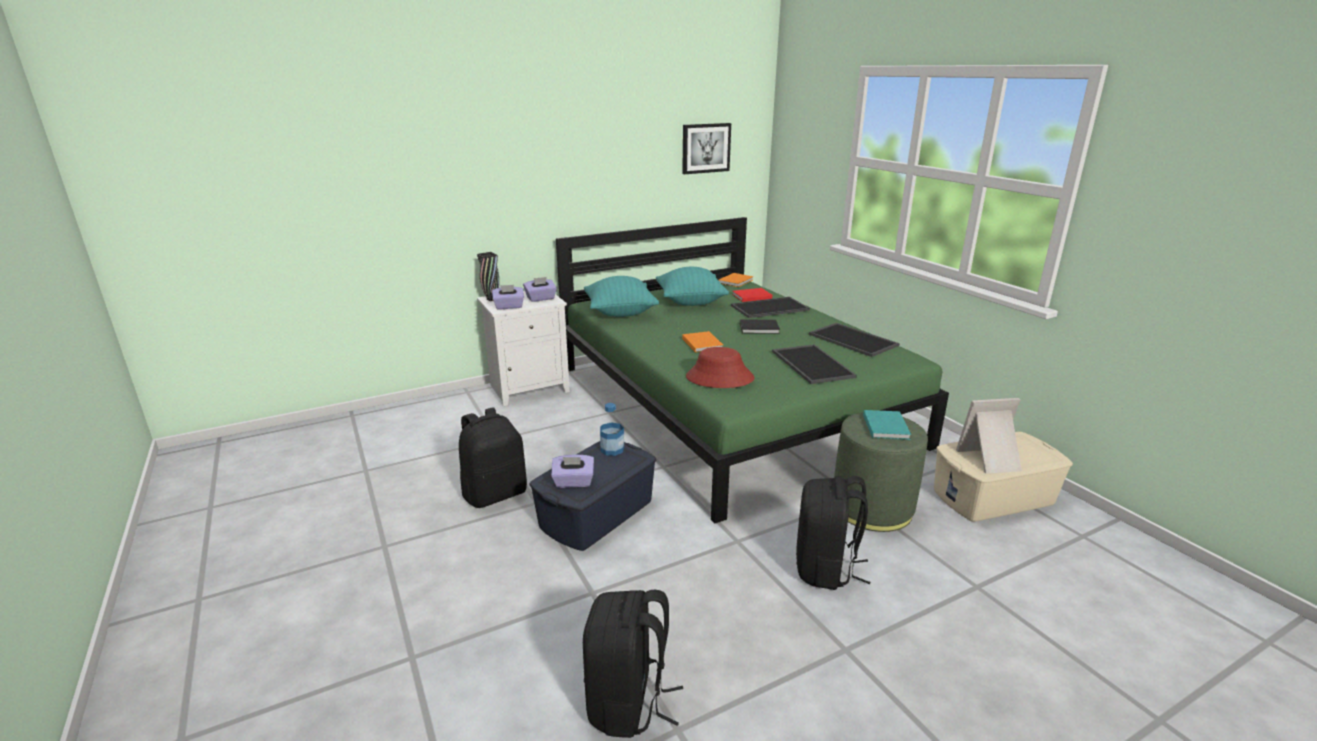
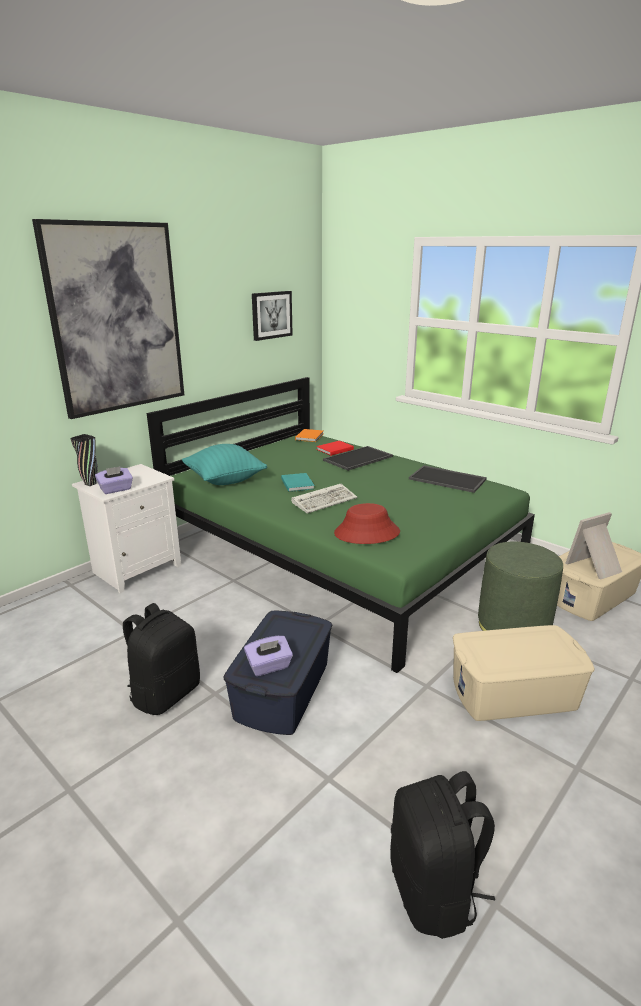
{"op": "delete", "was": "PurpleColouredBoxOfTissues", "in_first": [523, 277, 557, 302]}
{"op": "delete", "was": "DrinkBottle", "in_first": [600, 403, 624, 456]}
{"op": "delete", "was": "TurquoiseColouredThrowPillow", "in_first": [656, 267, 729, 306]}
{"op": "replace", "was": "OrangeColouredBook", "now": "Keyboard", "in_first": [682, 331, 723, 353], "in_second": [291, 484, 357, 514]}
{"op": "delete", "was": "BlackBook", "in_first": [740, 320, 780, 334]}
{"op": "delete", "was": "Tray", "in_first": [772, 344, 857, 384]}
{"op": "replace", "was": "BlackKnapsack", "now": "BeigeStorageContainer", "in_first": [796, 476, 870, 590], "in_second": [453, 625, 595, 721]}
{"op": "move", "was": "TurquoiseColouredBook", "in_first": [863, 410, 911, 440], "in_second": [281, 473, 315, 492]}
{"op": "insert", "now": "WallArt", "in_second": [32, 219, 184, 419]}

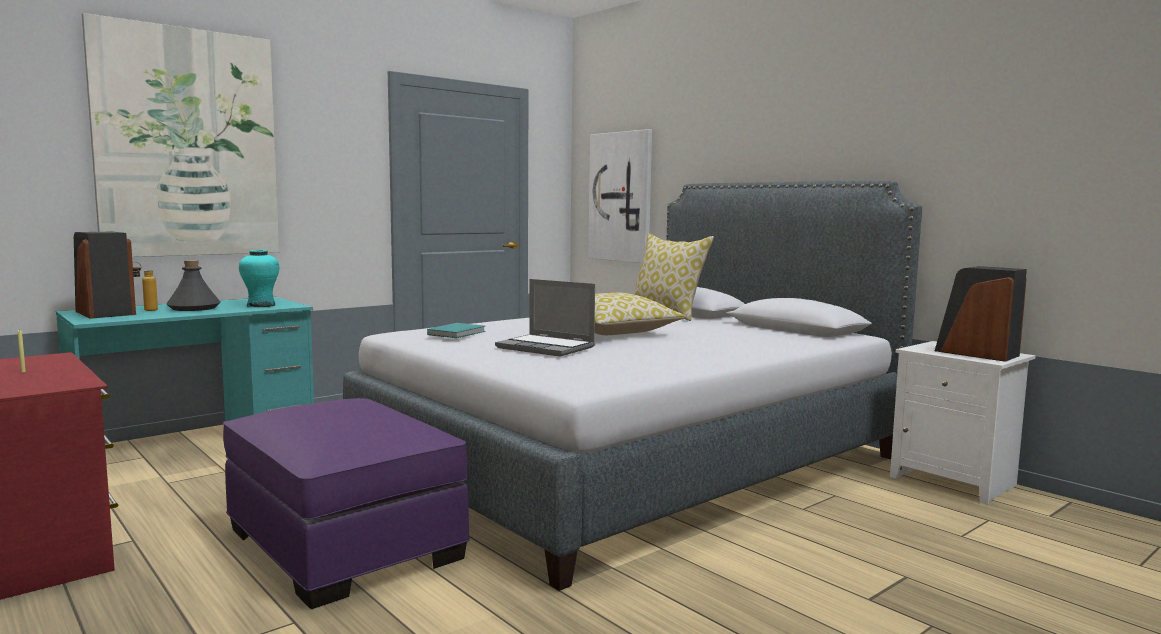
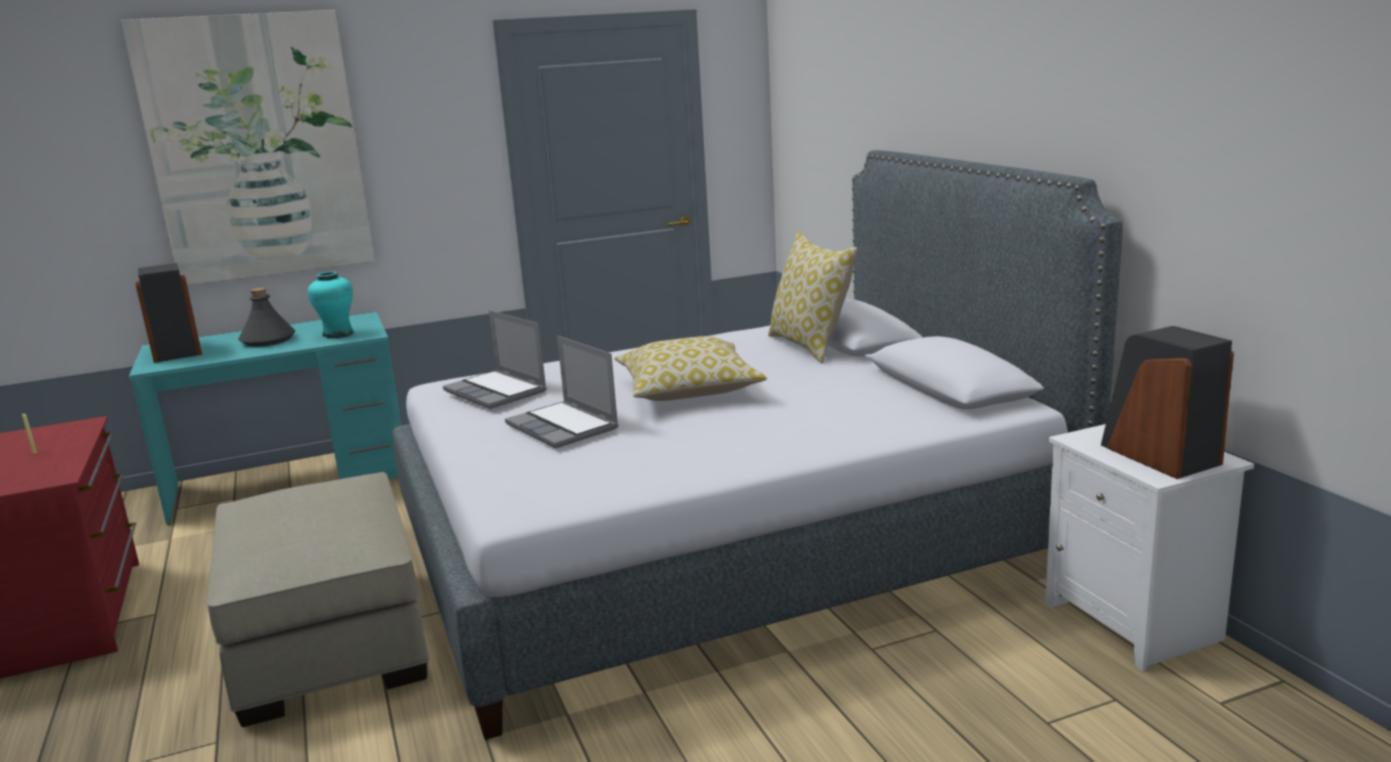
{"op": "delete", "was": "DrinkBottle", "in_first": [133, 262, 158, 311]}
{"op": "recolor", "was": "PurpleColouredPouffe", "now": "BeigePouffe", "in_first": [223, 398, 470, 609], "in_second": [206, 472, 430, 727]}
{"op": "replace", "was": "TurquoiseColouredBook", "now": "Laptop", "in_first": [427, 323, 486, 338], "in_second": [443, 310, 547, 409]}
{"op": "delete", "was": "WallArt", "in_first": [588, 129, 652, 263]}

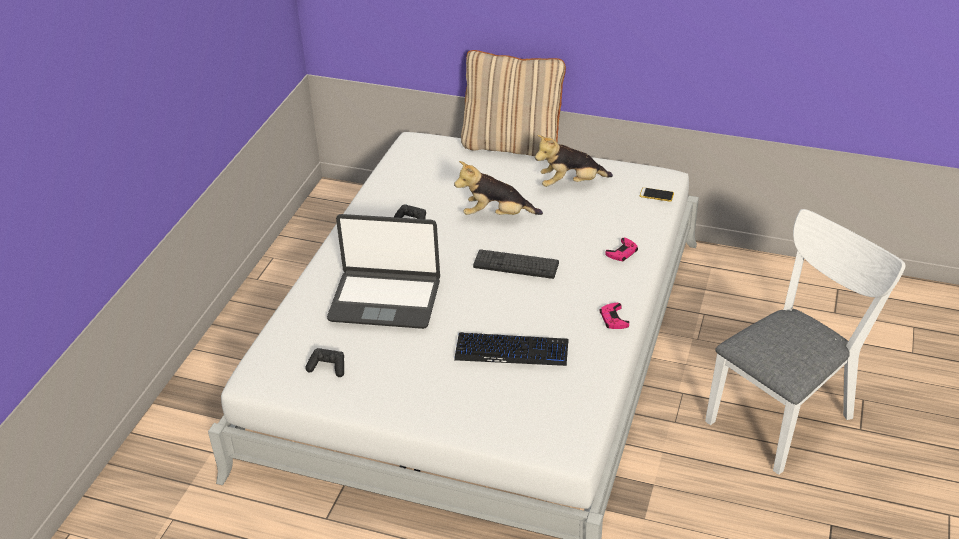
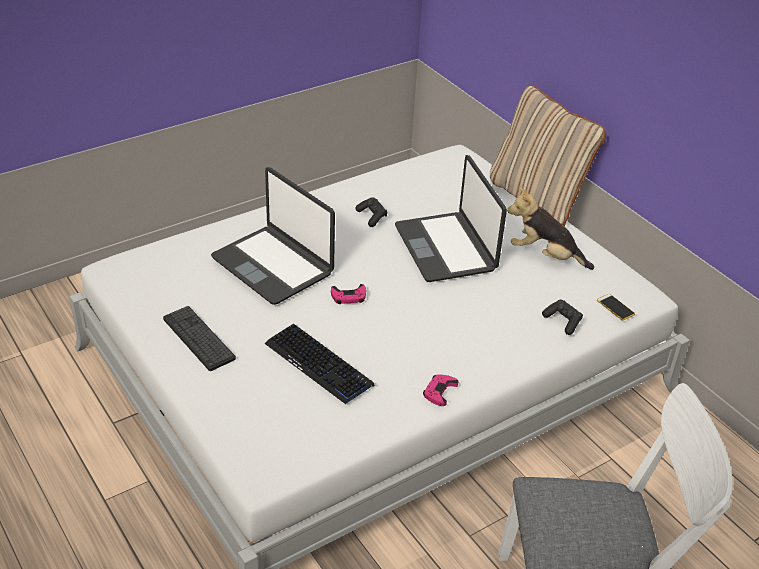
{"op": "move", "was": "BlackGamepad", "in_first": [305, 348, 344, 377], "in_second": [542, 300, 583, 335]}
{"op": "replace", "was": "CuddlyToy", "now": "Laptop", "in_first": [454, 161, 543, 215], "in_second": [395, 155, 507, 282]}
{"op": "move", "was": "Keyboard", "in_first": [473, 249, 559, 279], "in_second": [163, 306, 236, 371]}
{"op": "move", "was": "PinkishGamepad", "in_first": [605, 238, 638, 261], "in_second": [331, 284, 366, 304]}

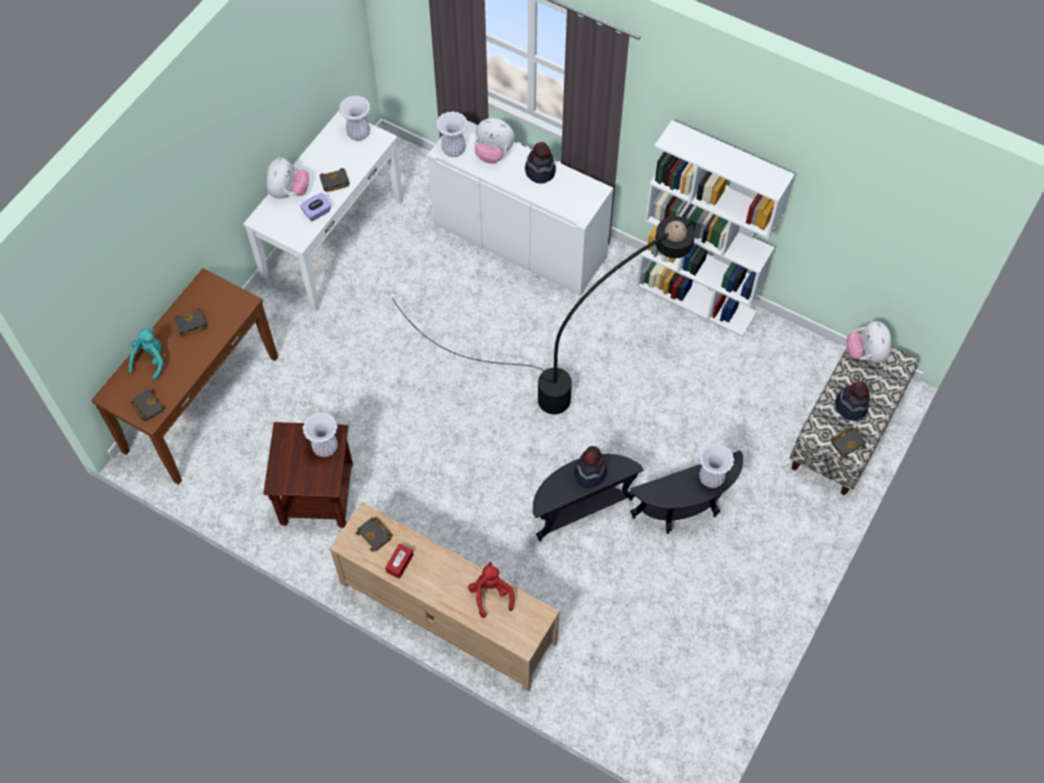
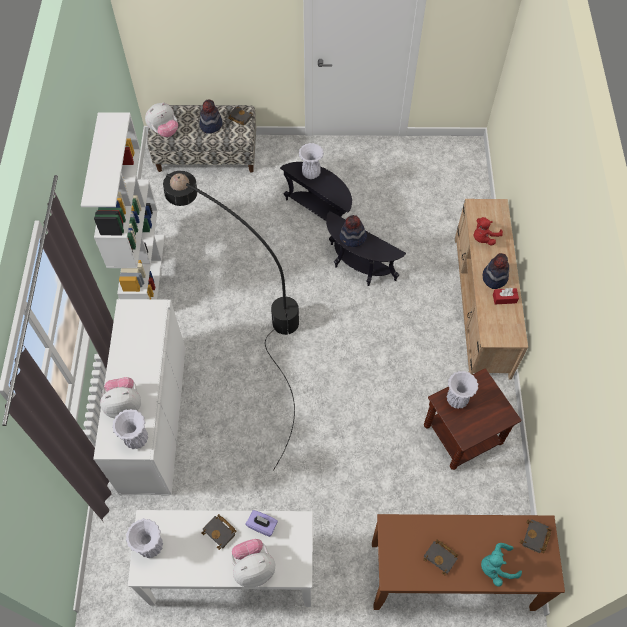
{"op": "delete", "was": "BlackBook", "in_first": [355, 517, 393, 552]}
{"op": "rotate", "was": "CuddlyToy", "in_first": [474, 118, 514, 164], "in_second": [100, 377, 141, 418], "clockwise": -90}
{"op": "move", "was": "Hat", "in_first": [525, 142, 556, 183], "in_second": [482, 253, 509, 289]}

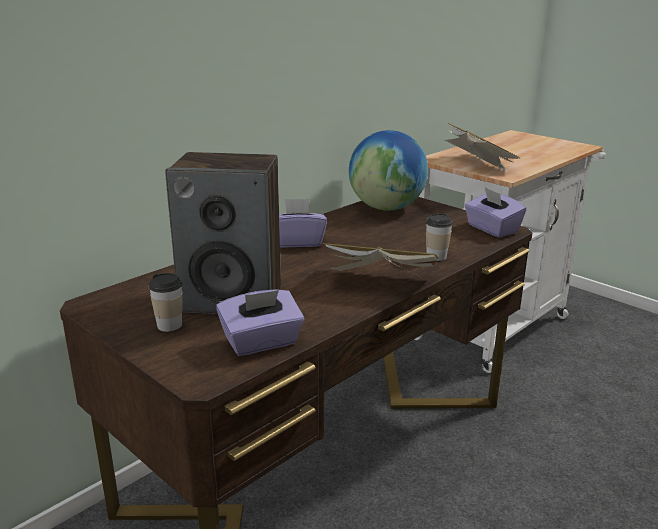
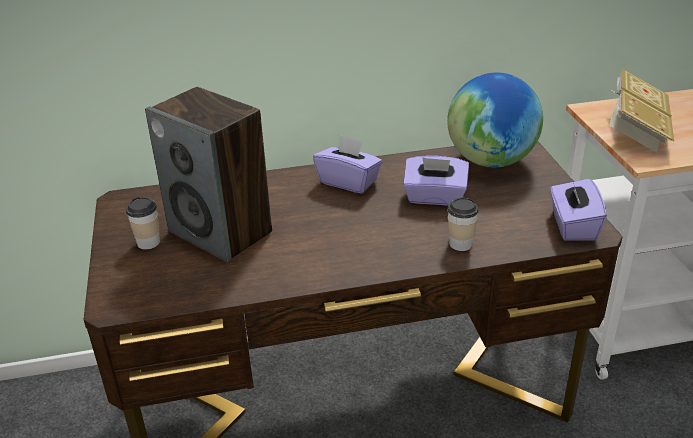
{"op": "move", "was": "PurpleColouredBoxOfTissues", "in_first": [216, 289, 304, 356], "in_second": [403, 156, 469, 206]}
{"op": "delete", "was": "Book", "in_first": [323, 243, 439, 279]}

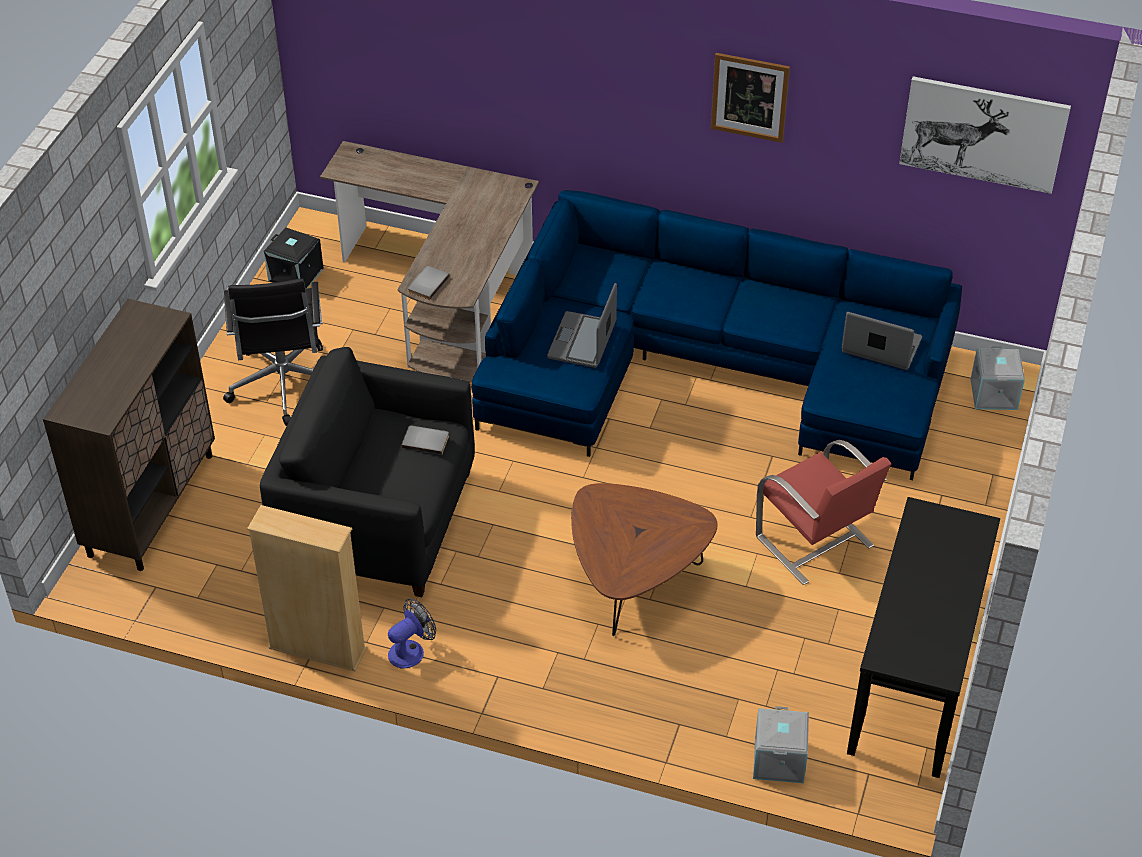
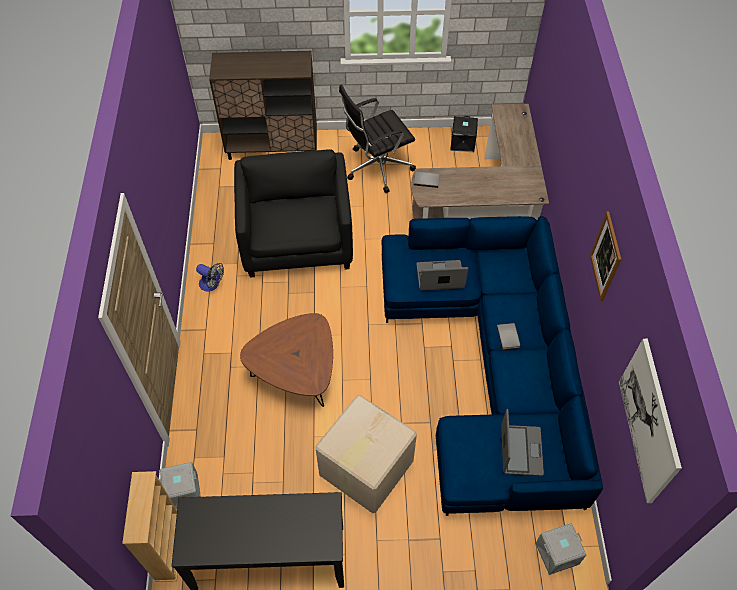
{"op": "move", "was": "BeigeShelvingUnit", "in_first": [247, 505, 367, 672], "in_second": [122, 471, 178, 582]}
{"op": "move", "was": "GrayBook", "in_first": [401, 425, 449, 455], "in_second": [497, 323, 520, 349]}
{"op": "replace", "was": "RedPlainChair", "now": "Carton", "in_first": [756, 440, 891, 585], "in_second": [315, 395, 417, 513]}

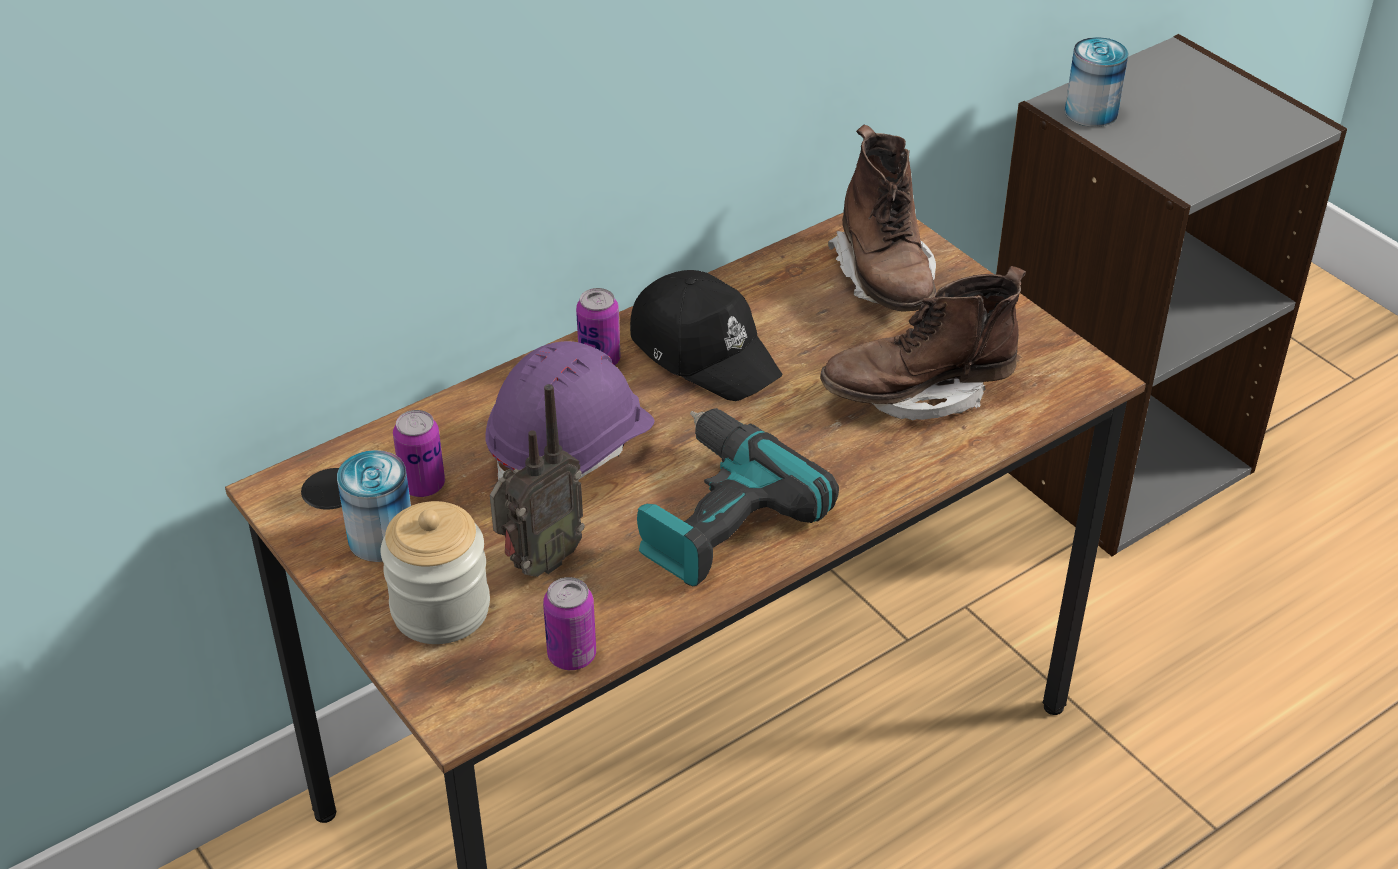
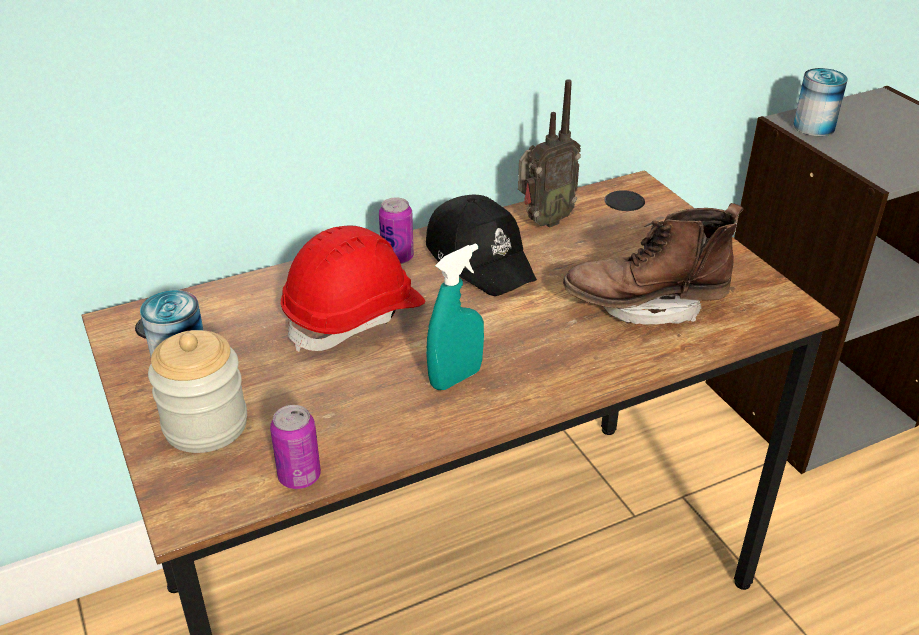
{"op": "delete", "was": "Can", "in_first": [393, 410, 445, 497]}
{"op": "recolor", "was": "PurpleColouredHardHat", "now": "RedHardHat", "in_first": [485, 341, 654, 480], "in_second": [281, 226, 425, 352]}
{"op": "move", "was": "Radio", "in_first": [490, 384, 585, 577], "in_second": [518, 79, 581, 228]}
{"op": "replace", "was": "ElectricDrill", "now": "TurquoiseColouredHandSprayer", "in_first": [637, 408, 839, 586], "in_second": [426, 243, 484, 390]}
{"op": "delete", "was": "BrownColouredHighTopBoot", "in_first": [828, 125, 937, 312]}

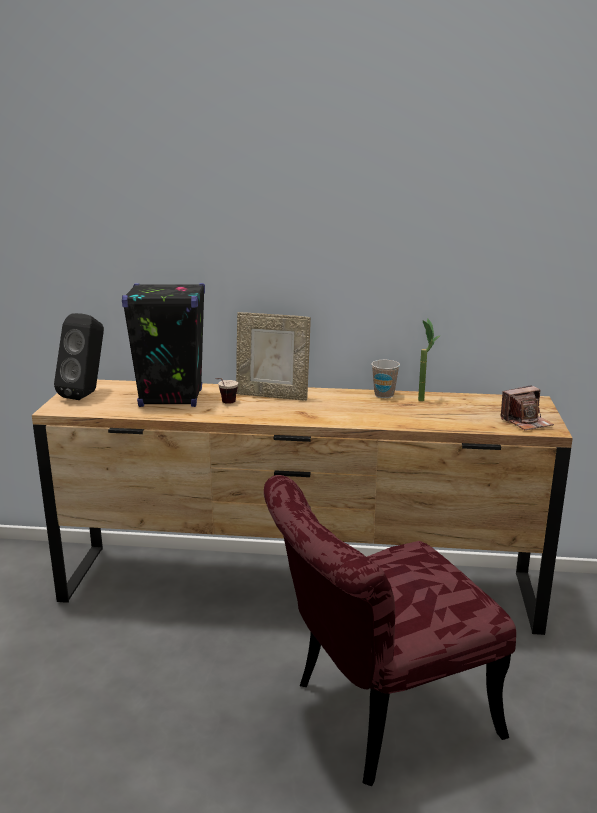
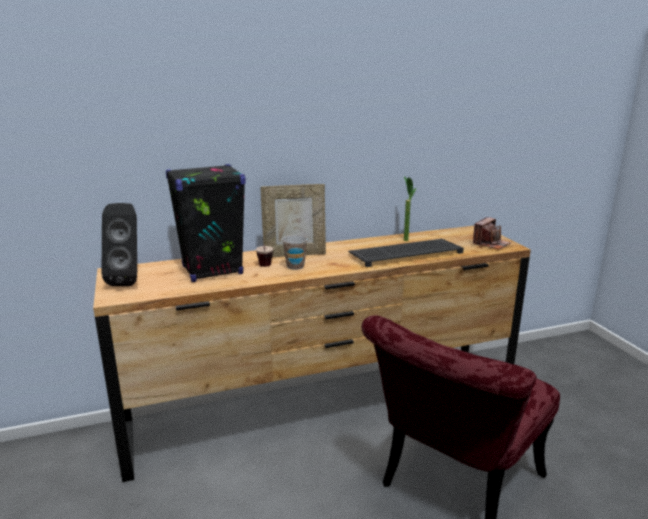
{"op": "move", "was": "DrinkingCup", "in_first": [371, 360, 400, 398], "in_second": [282, 235, 308, 270]}
{"op": "insert", "now": "Keyboard", "in_second": [348, 239, 464, 267]}

